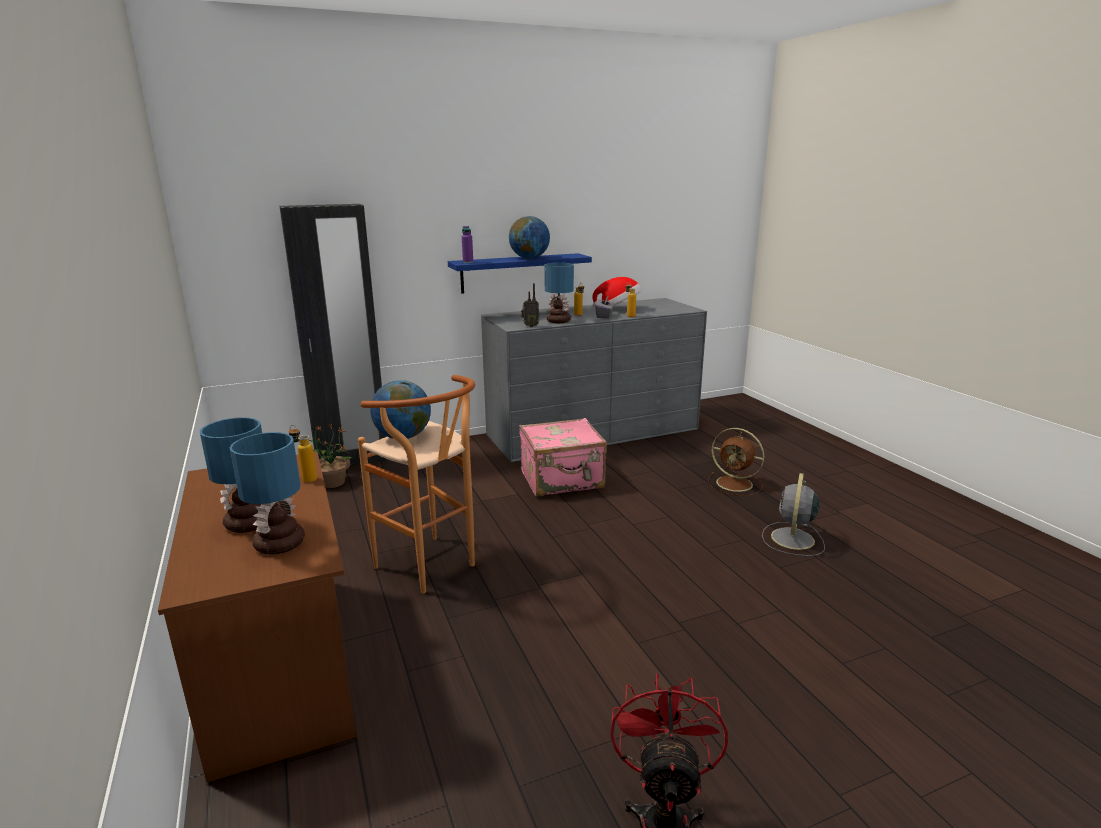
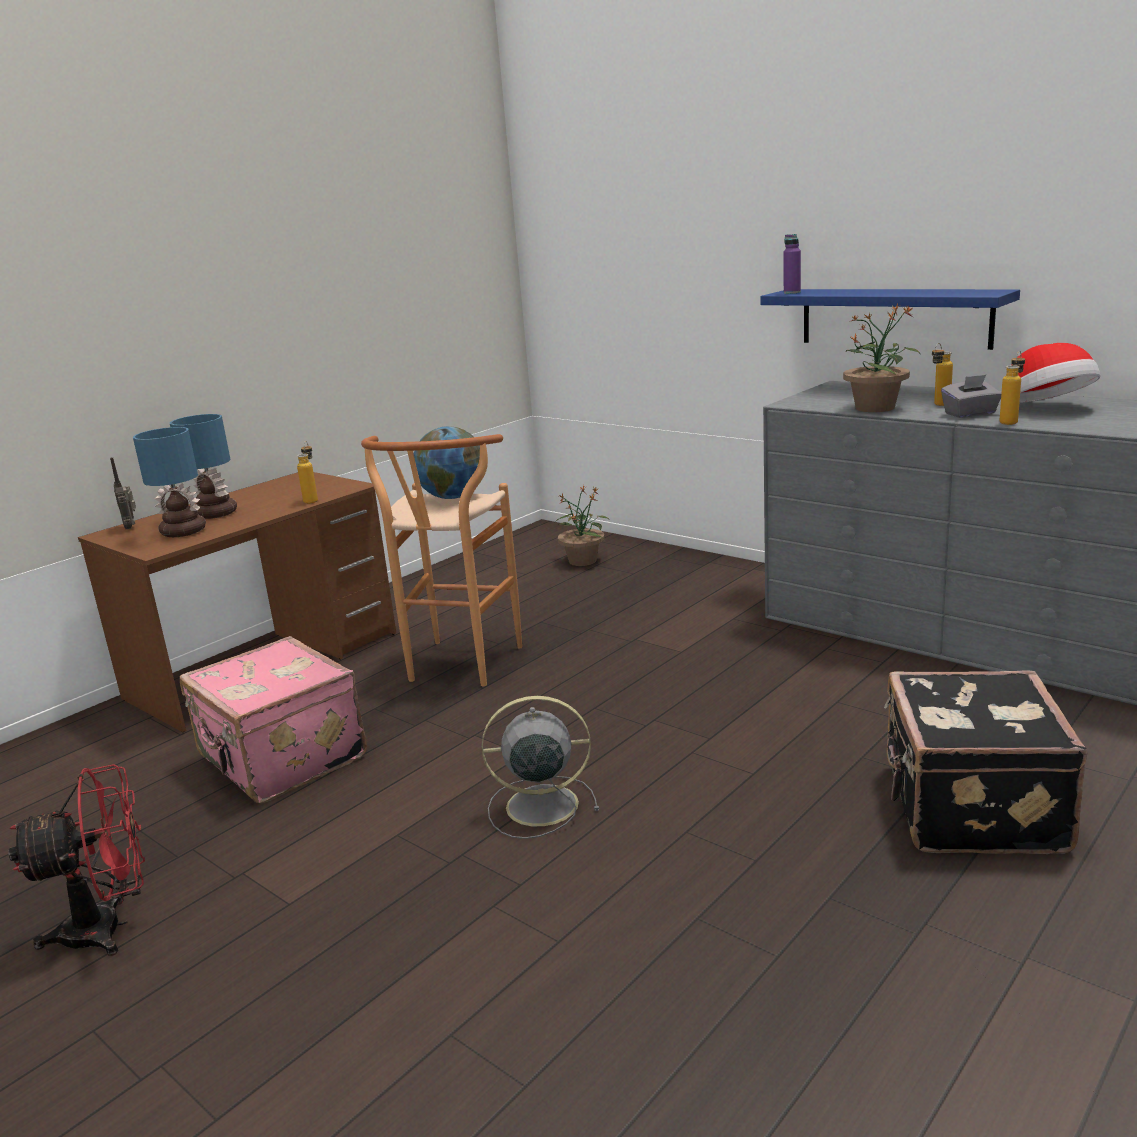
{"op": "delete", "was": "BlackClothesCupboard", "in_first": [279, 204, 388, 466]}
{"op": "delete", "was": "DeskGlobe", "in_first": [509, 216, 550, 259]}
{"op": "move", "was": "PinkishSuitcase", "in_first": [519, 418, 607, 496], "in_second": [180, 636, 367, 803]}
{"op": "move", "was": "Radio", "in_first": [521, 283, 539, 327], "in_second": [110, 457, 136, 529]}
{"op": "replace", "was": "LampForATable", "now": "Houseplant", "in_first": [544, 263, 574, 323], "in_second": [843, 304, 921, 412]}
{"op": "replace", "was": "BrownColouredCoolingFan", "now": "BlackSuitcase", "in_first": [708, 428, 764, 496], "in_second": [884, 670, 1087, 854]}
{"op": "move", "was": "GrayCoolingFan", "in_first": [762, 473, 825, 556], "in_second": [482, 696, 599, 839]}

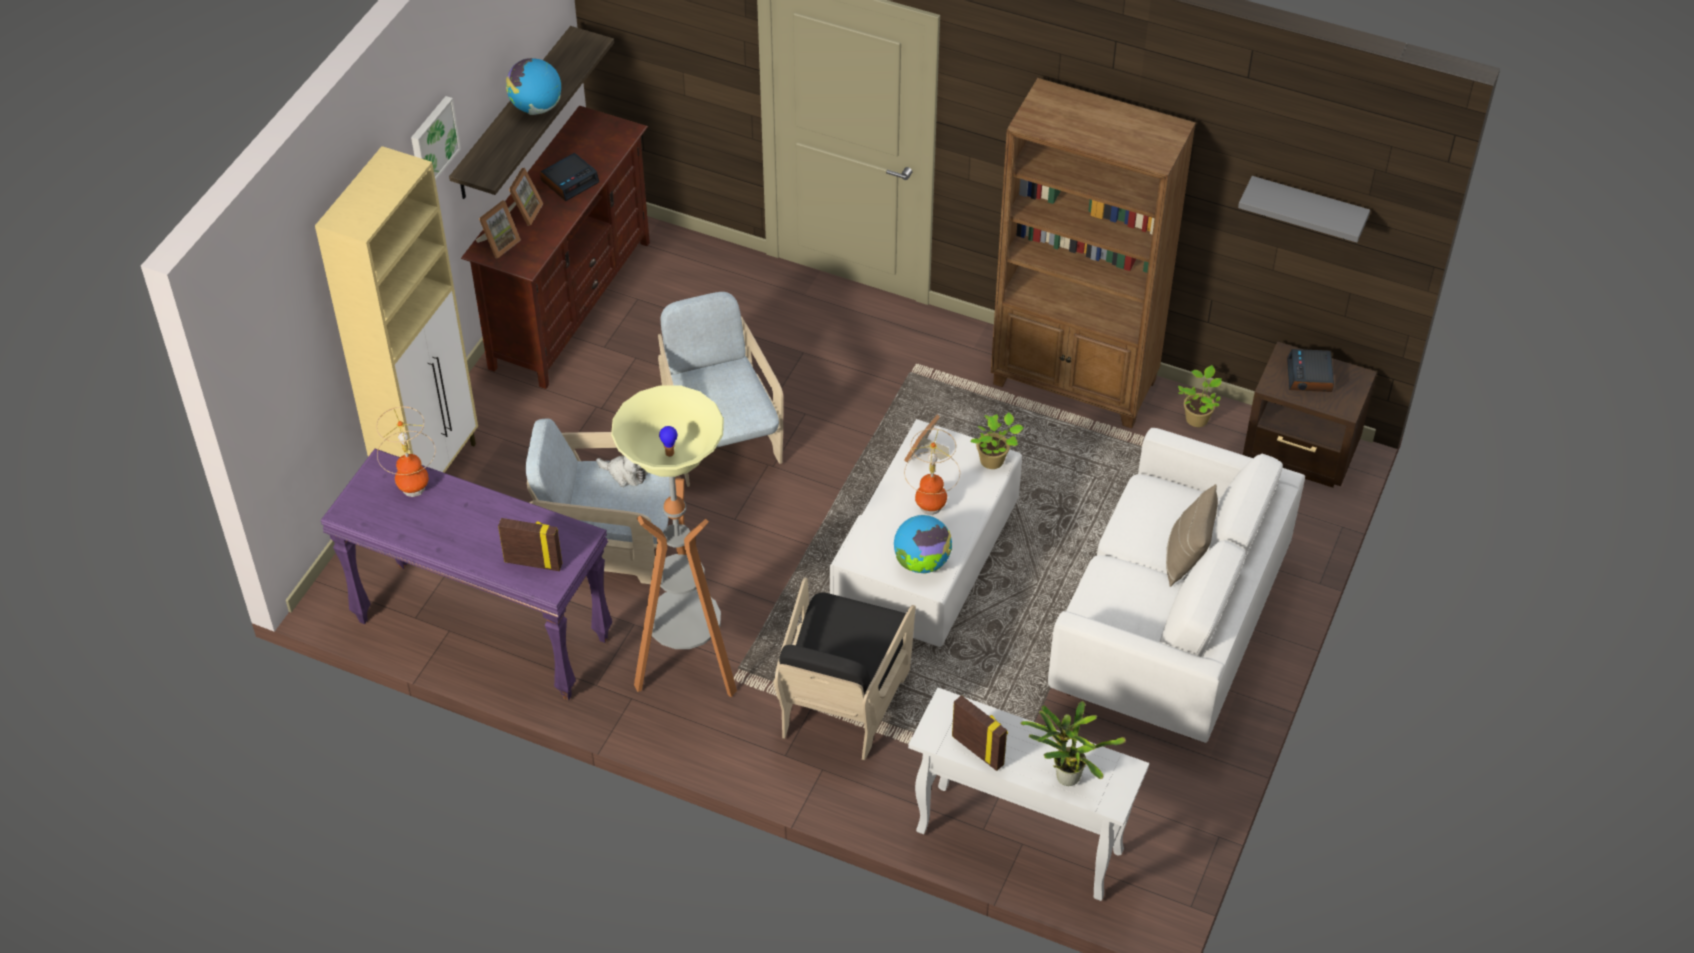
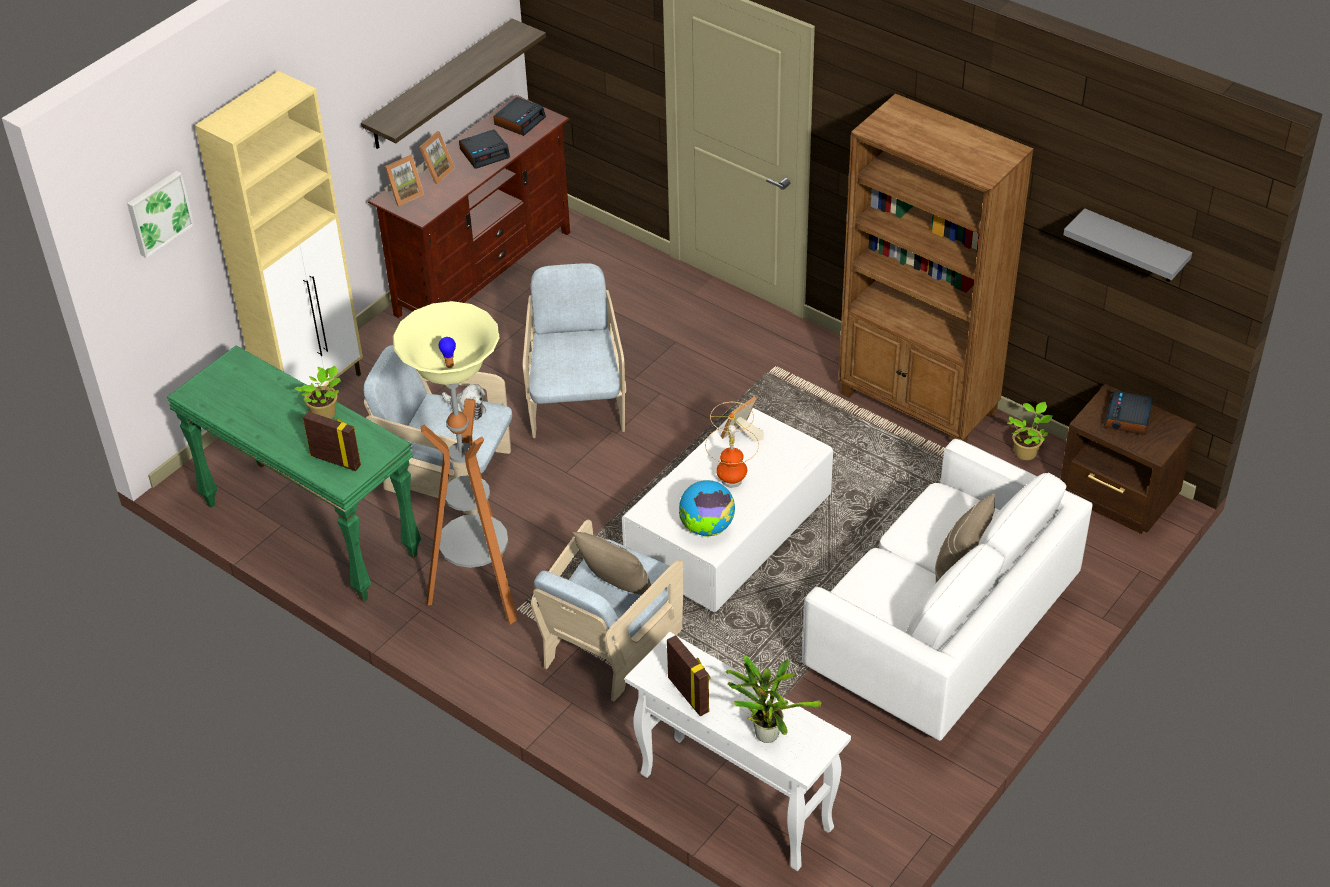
{"op": "recolor", "was": "PurpleColouredNarrowTable", "now": "GreenColouredNarrowTable", "in_first": [320, 449, 612, 701], "in_second": [167, 345, 421, 602]}
{"op": "delete", "was": "LampForATable", "in_first": [376, 407, 436, 497]}
{"op": "move", "was": "WallArt", "in_first": [411, 96, 461, 180], "in_second": [127, 171, 194, 258]}
{"op": "delete", "was": "DeskGlobe", "in_first": [506, 58, 561, 115]}
{"op": "recolor", "was": "BlackArmchair", "now": "BeigeArmchair", "in_first": [773, 577, 916, 760], "in_second": [531, 520, 684, 701]}
{"op": "move", "was": "Houseplant", "in_first": [970, 412, 1024, 469], "in_second": [295, 365, 341, 419]}
{"op": "insert", "now": "AlarmClock", "in_second": [493, 97, 546, 136]}
{"op": "insert", "now": "BeigeThrowPillow", "in_second": [572, 532, 651, 595]}

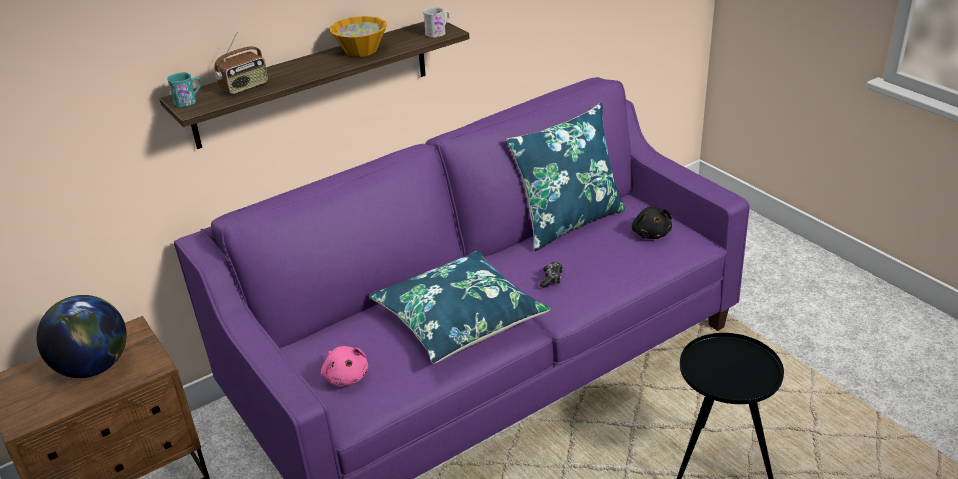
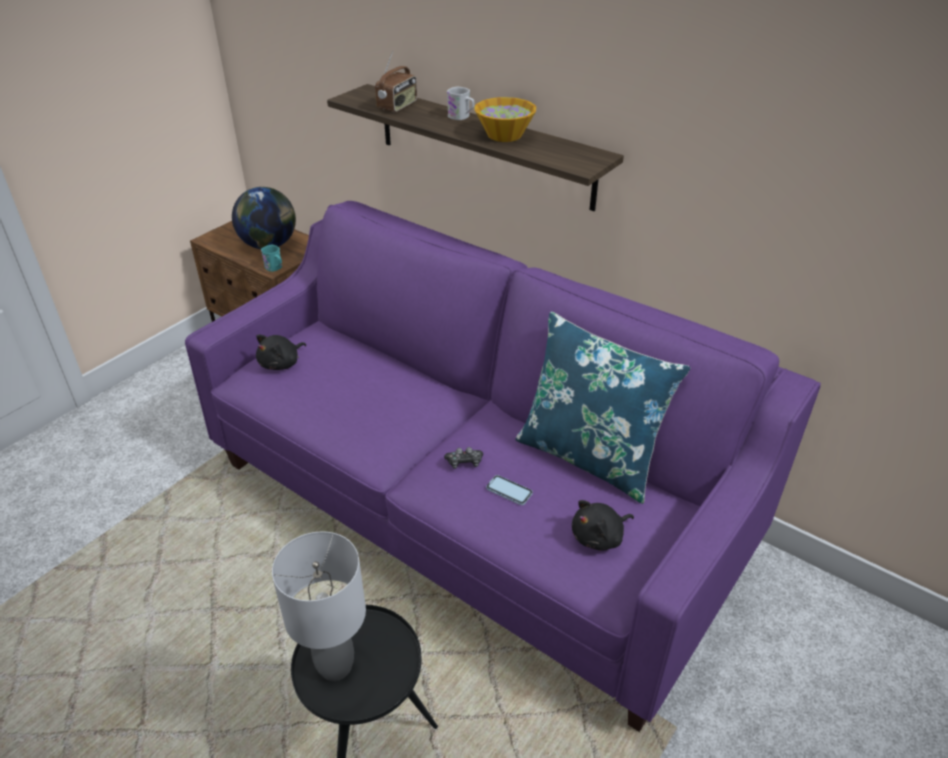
{"op": "move", "was": "TurquoiseColouredMug", "in_first": [167, 72, 201, 107], "in_second": [261, 245, 282, 272]}
{"op": "rotate", "was": "Radio", "in_first": [214, 32, 268, 94], "in_second": [375, 51, 417, 112], "clockwise": -90}
{"op": "recolor", "was": "PinkishCuddlyToy", "now": "BlackCuddlyToy", "in_first": [321, 346, 368, 387], "in_second": [256, 335, 306, 370]}
{"op": "delete", "was": "BlueThrowPillow", "in_first": [369, 250, 551, 364]}
{"op": "move", "was": "WhiteColouredMug", "in_first": [423, 7, 449, 38], "in_second": [447, 87, 474, 120]}
{"op": "insert", "now": "GrayLampForATable", "in_second": [272, 532, 366, 681]}
{"op": "insert", "now": "Phone", "in_second": [486, 475, 533, 505]}

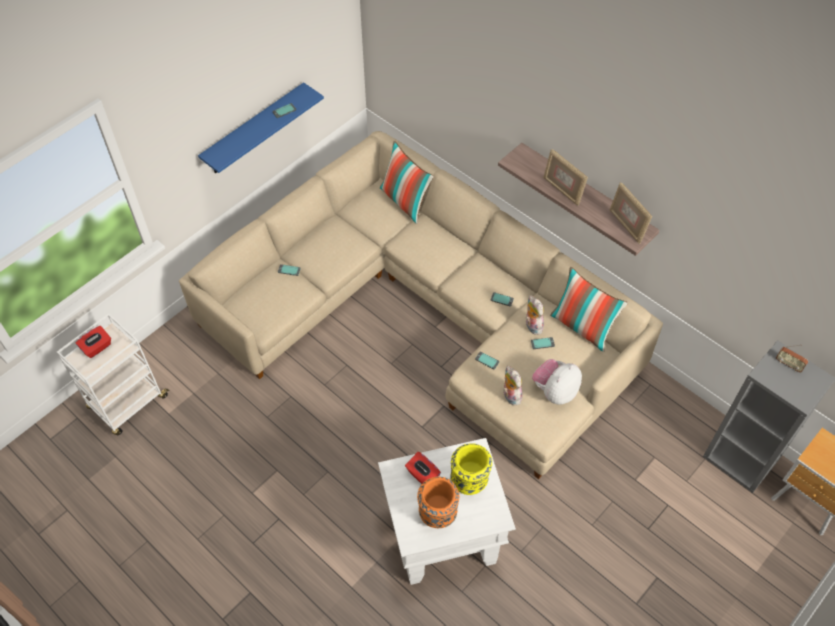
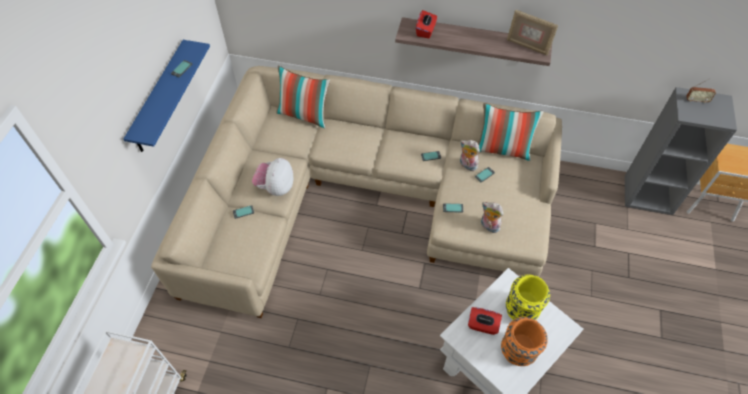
{"op": "move", "was": "RedBoxOfTissues", "in_first": [76, 326, 111, 358], "in_second": [416, 10, 437, 38]}
{"op": "move", "was": "CuddlyToy", "in_first": [532, 359, 582, 405], "in_second": [252, 158, 293, 196]}
{"op": "delete", "was": "PictureFrame", "in_first": [543, 149, 588, 206]}

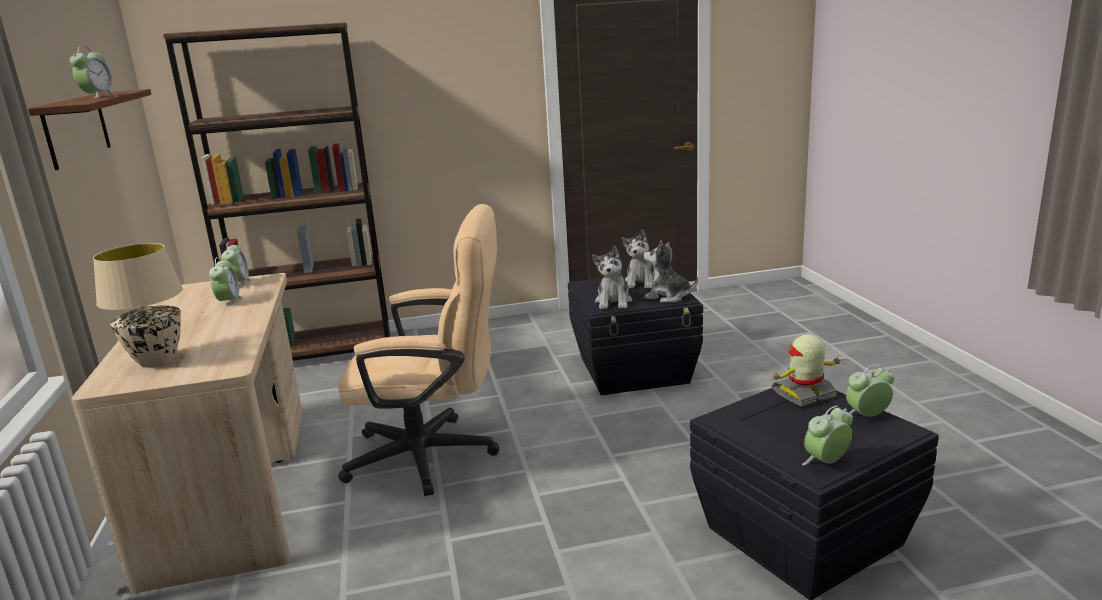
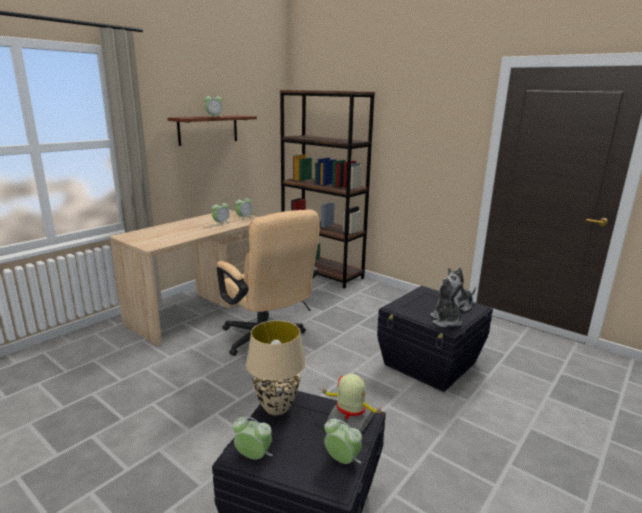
{"op": "move", "was": "BeigeLampForATable", "in_first": [93, 243, 183, 368], "in_second": [246, 320, 306, 415]}
{"op": "delete", "was": "CuddlyToy", "in_first": [592, 246, 632, 309]}

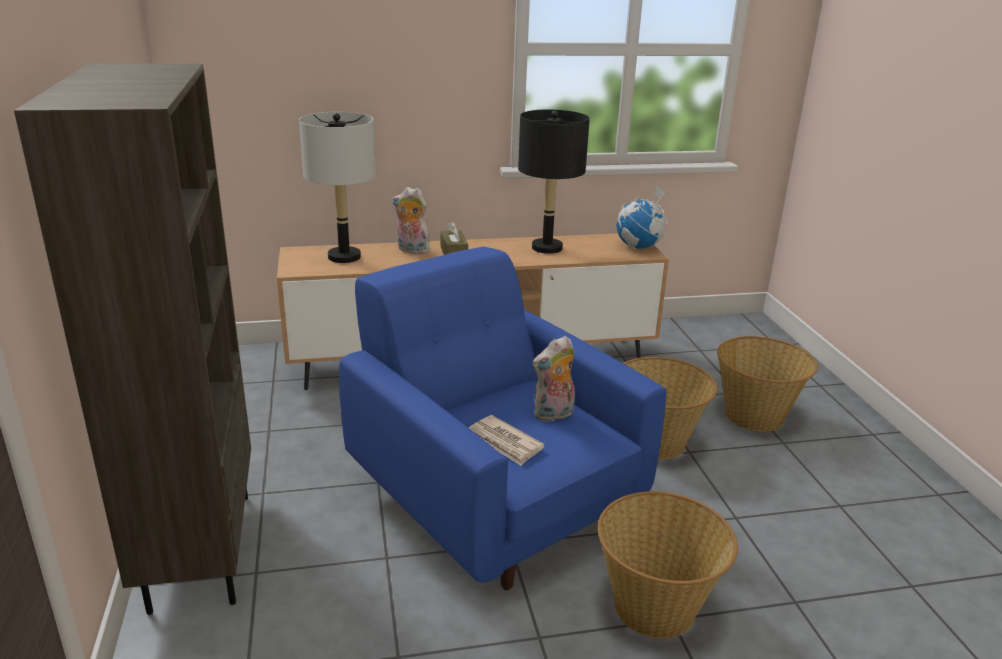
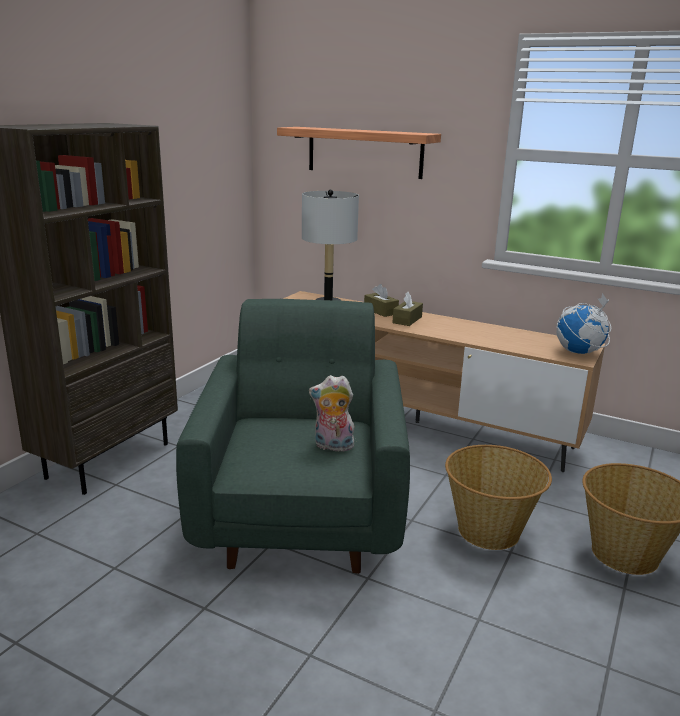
{"op": "recolor", "was": "BlueArmchair", "now": "GreenColouredArmchair", "in_first": [339, 246, 666, 590], "in_second": [176, 299, 410, 574]}
{"op": "replace", "was": "CuddlyToy", "now": "BrownColouredBoxOfTissues", "in_first": [392, 187, 433, 254], "in_second": [364, 284, 399, 317]}
{"op": "delete", "was": "DailyPaper", "in_first": [469, 415, 545, 466]}
{"op": "delete", "was": "BlackLampForATable", "in_first": [518, 110, 590, 254]}
{"op": "delete", "was": "Basket", "in_first": [598, 491, 738, 639]}
{"op": "insert", "now": "Shelf", "in_second": [277, 127, 441, 179]}

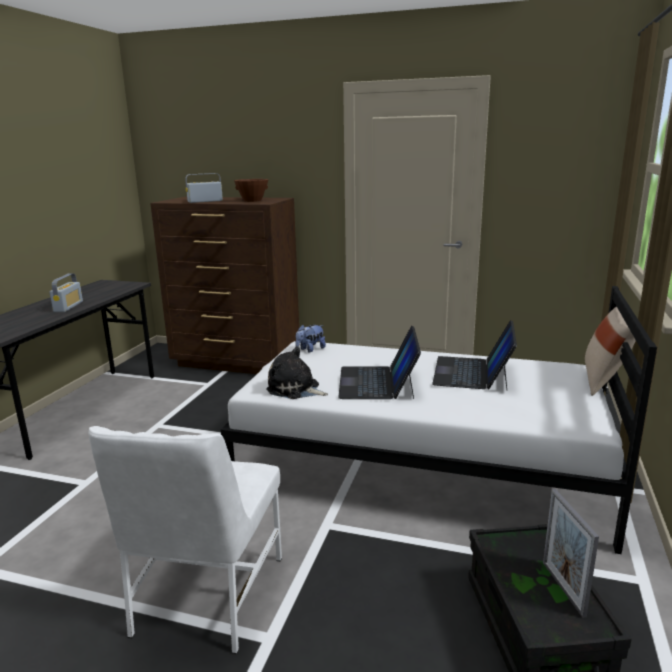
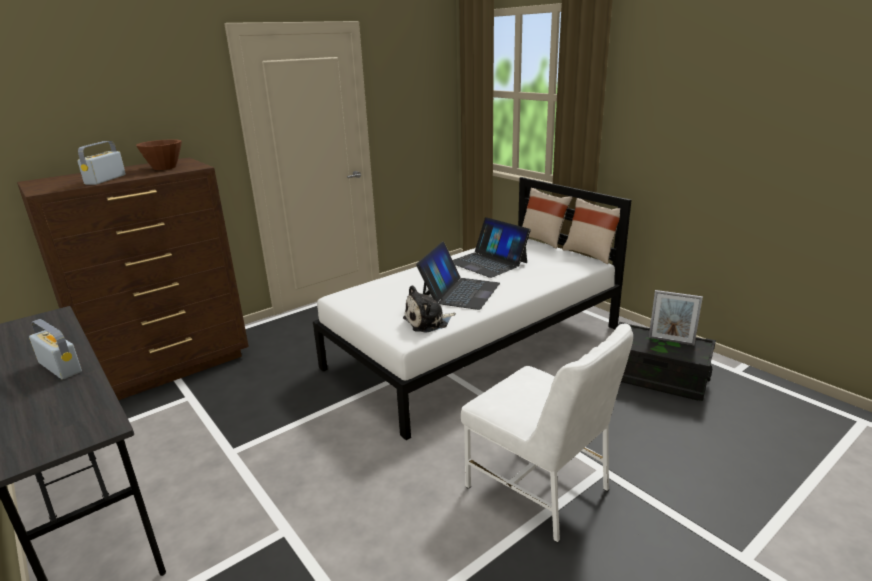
{"op": "delete", "was": "CuddlyToy", "in_first": [295, 324, 326, 353]}
{"op": "rotate", "was": "Laptop", "in_first": [338, 326, 421, 399], "in_second": [416, 242, 500, 310], "clockwise": -105}
{"op": "insert", "now": "BeigeThrowPillow", "in_second": [562, 198, 620, 264]}

